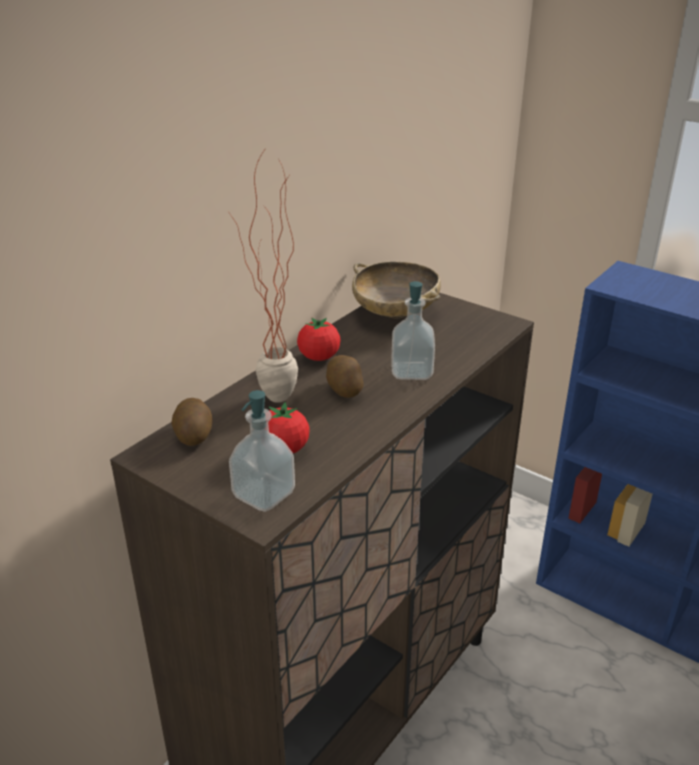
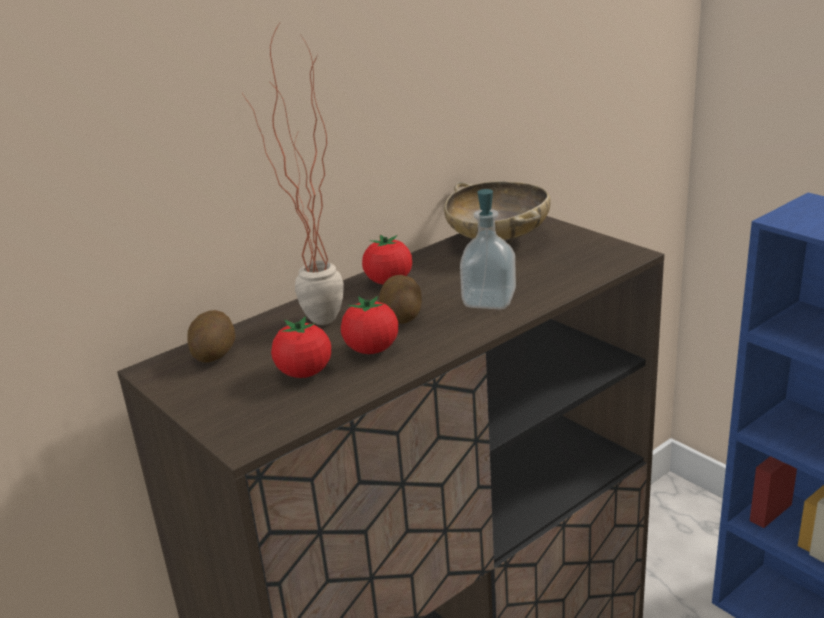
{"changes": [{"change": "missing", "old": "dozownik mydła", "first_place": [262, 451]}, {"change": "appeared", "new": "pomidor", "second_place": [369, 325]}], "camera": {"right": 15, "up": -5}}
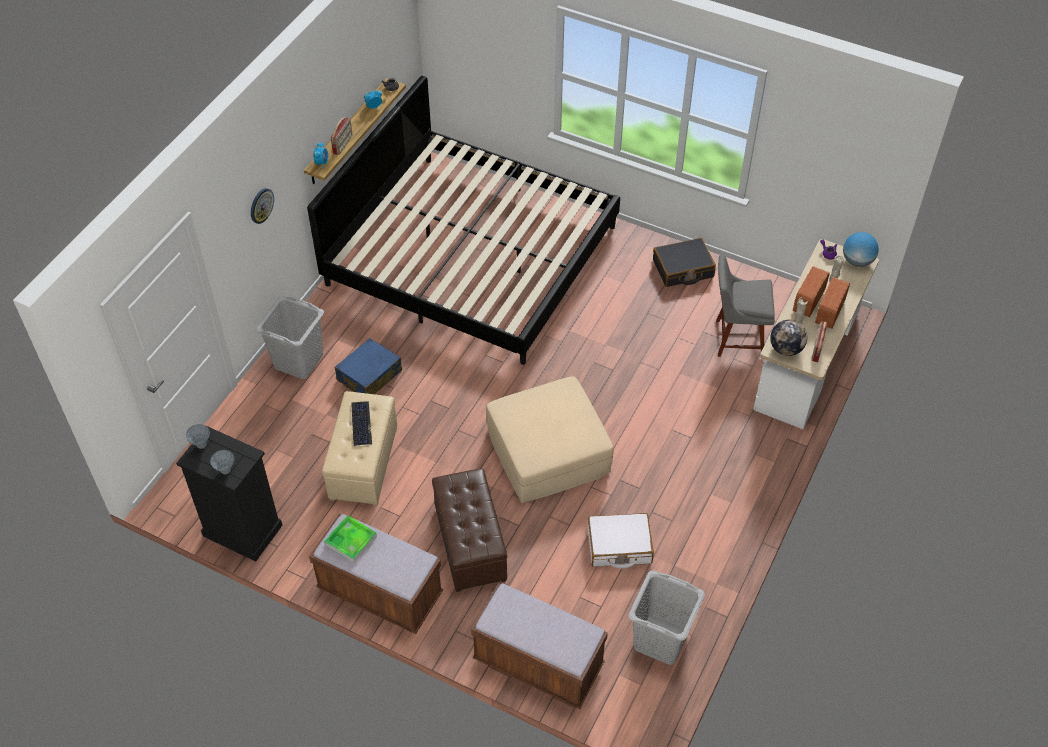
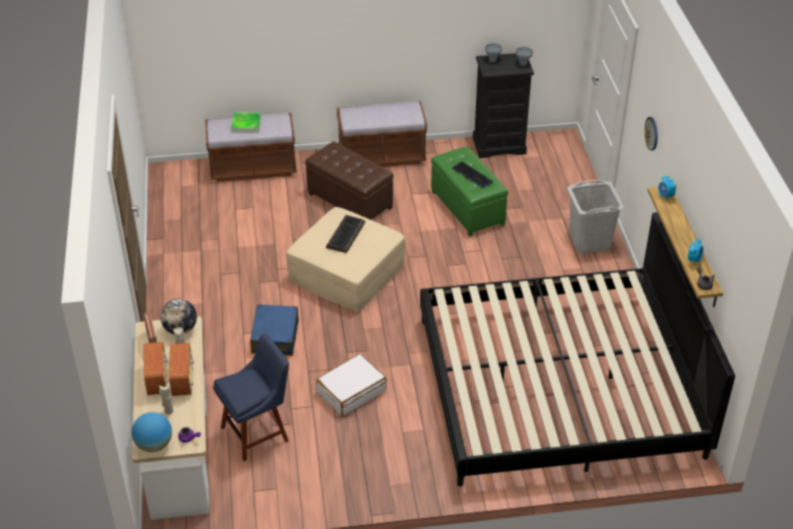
{"changes": [{"change": "missing", "old": "radio", "first_place": [341, 136]}, {"change": "missing", "old": "kosz na pranie/szary", "first_place": [667, 618]}, {"change": "missing", "old": "walizka/czarny", "first_place": [684, 262]}, {"change": "appeared", "new": "klawiatura", "second_place": [345, 234]}, {"change": "relocated", "old": "taca", "first_place": [350, 539], "second_place": [246, 122]}, {"change": "relocated", "old": "walizka/niebieski", "first_place": [368, 366], "second_place": [274, 330]}, {"change": "relocated", "old": "walizka/biały", "first_place": [620, 540], "second_place": [351, 385]}, {"change": "colour", "old": "pufa/beżowy", "new": "pufa/zielony", "first_place": [359, 448], "second_place": [469, 191]}, {"change": "colour", "old": "krzesło/szary", "new": "krzesło/niebieski", "first_place": [745, 307], "second_place": [251, 397]}], "camera": {"right": 145, "up": -10}}
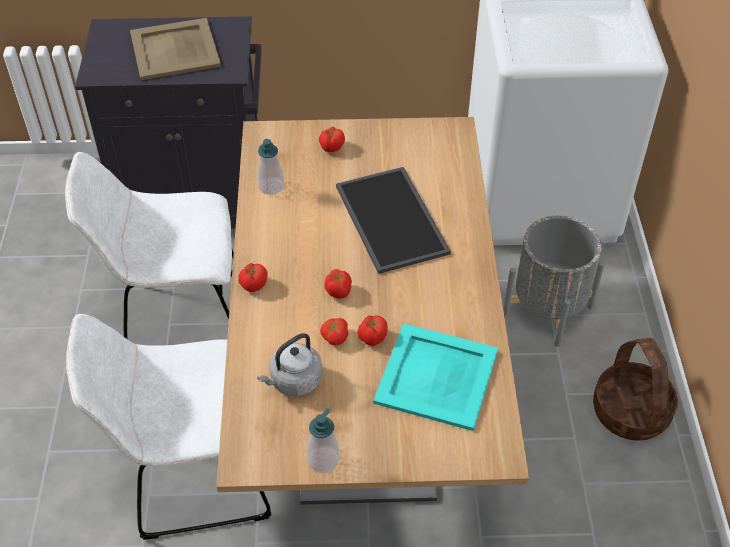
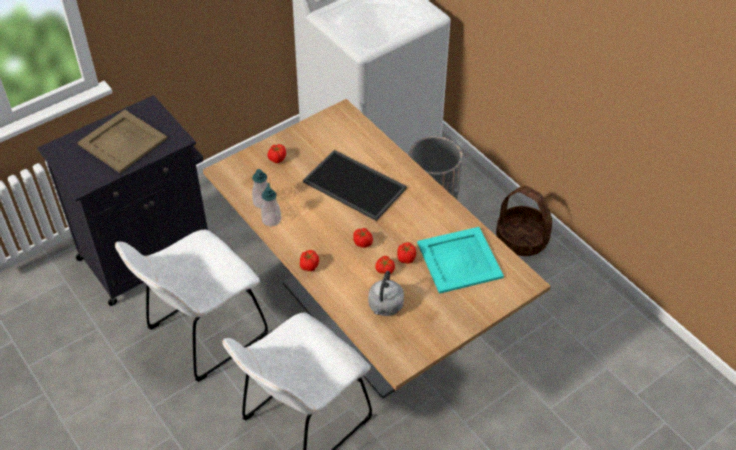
{"changes": [{"change": "relocated", "old": "dozownik mydła", "first_place": [323, 440], "second_place": [271, 204]}], "camera": {"right": -35, "up": 0}}
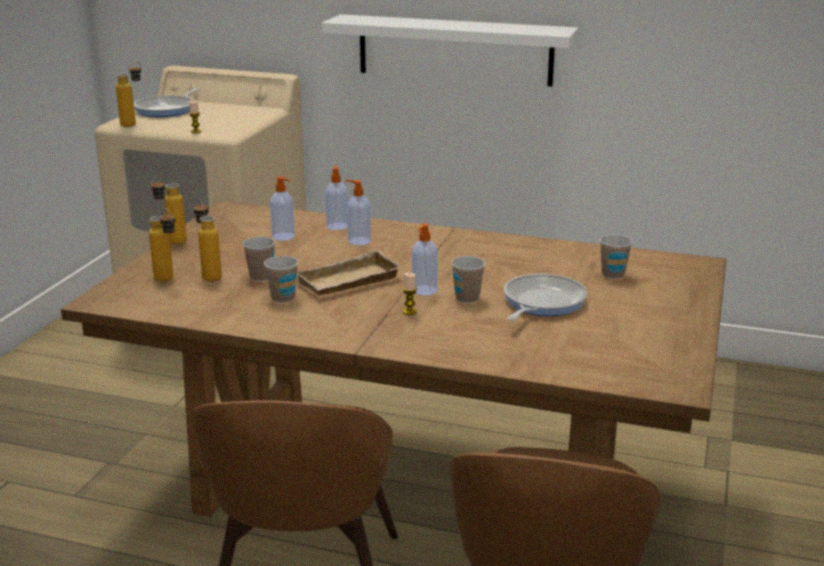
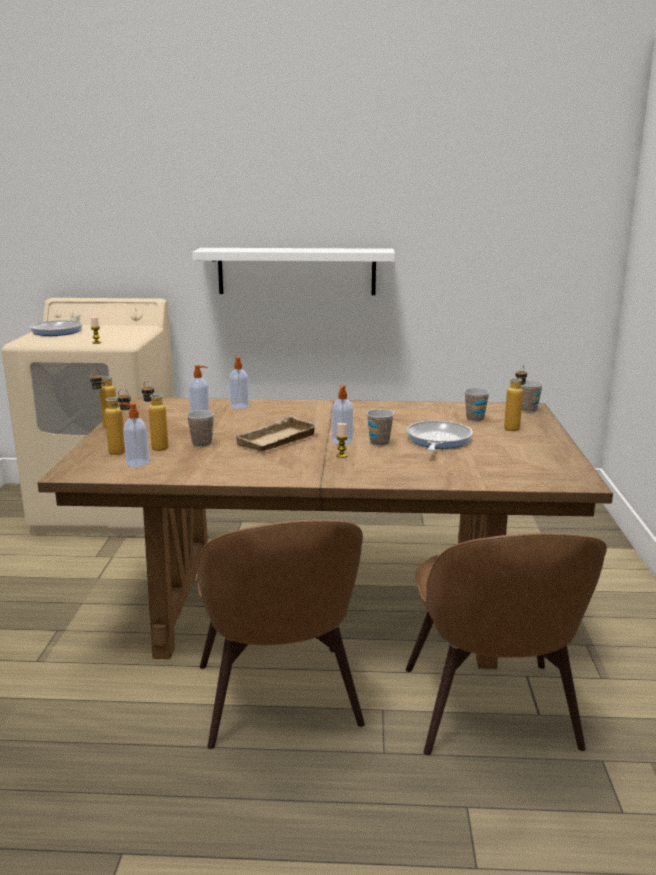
{"changes": [{"change": "relocated", "old": "butelka", "first_place": [128, 94], "second_place": [515, 398]}, {"change": "relocated", "old": "filiżanka", "first_place": [281, 279], "second_place": [532, 396]}, {"change": "relocated", "old": "dozownik mydła", "first_place": [358, 212], "second_place": [134, 435]}], "camera": {"right": -15, "up": -5}}
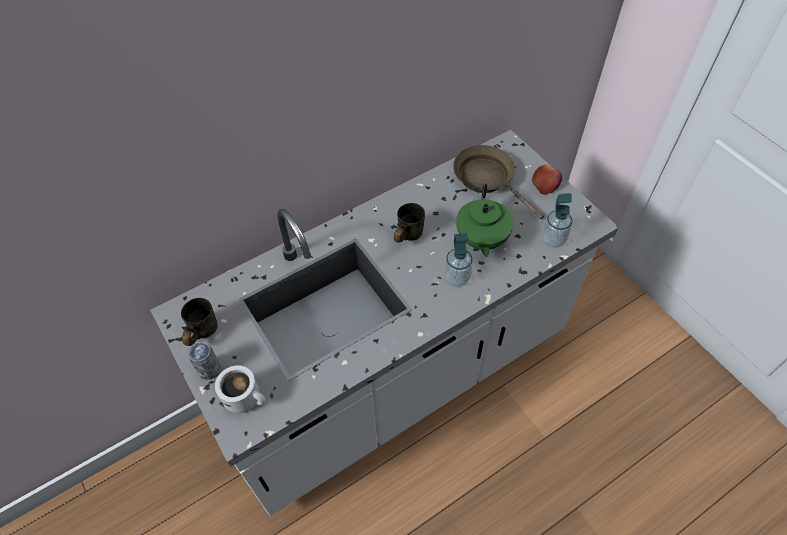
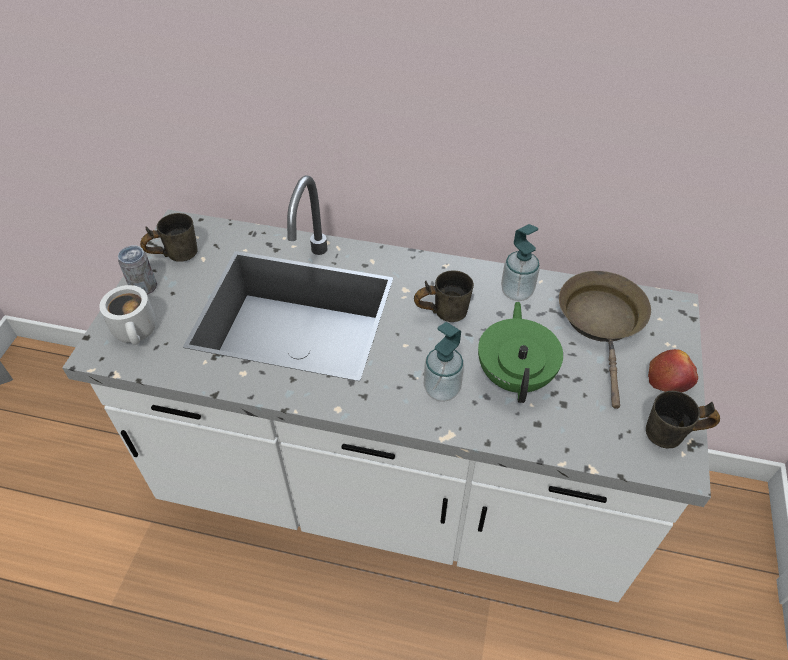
{"changes": [{"change": "appeared", "new": "kubek/szary", "second_place": [683, 419]}, {"change": "relocated", "old": "dozownik mydła", "first_place": [557, 220], "second_place": [520, 262]}, {"change": "spun", "old": "imbryk/zielony", "first_place": [485, 221], "second_place": [520, 352], "degrees": 135}], "camera": {"right": 45, "up": -5}}
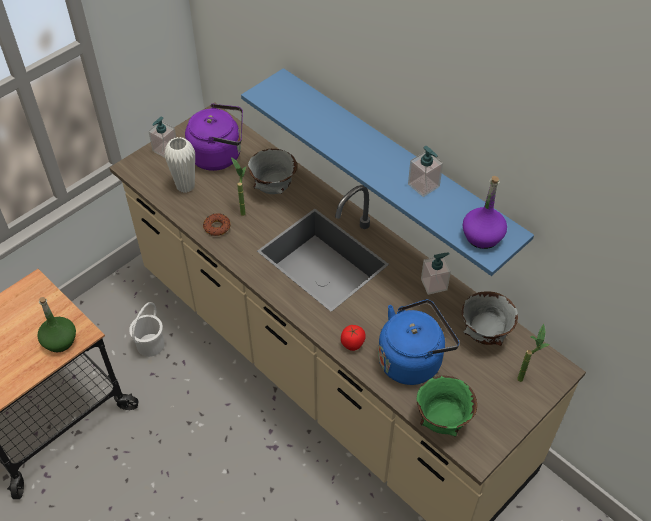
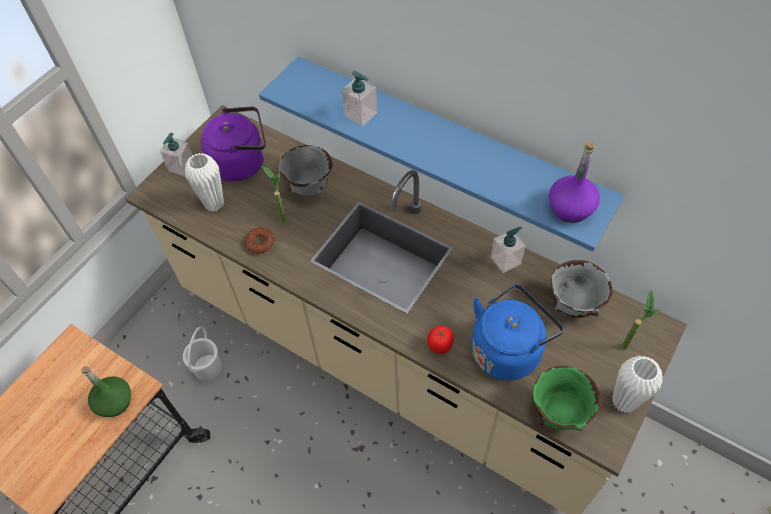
{"changes": [{"change": "appeared", "new": "wazon/biały", "second_place": [637, 384]}, {"change": "relocated", "old": "dozownik mydła", "first_place": [425, 171], "second_place": [359, 99]}], "camera": {"right": -10, "up": 5}}
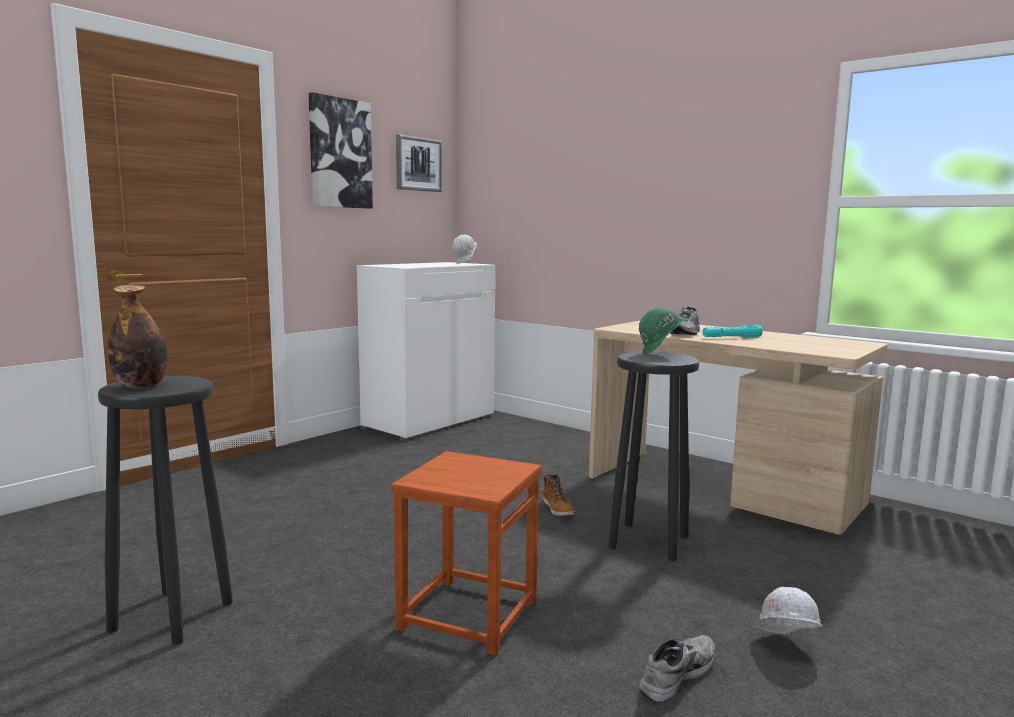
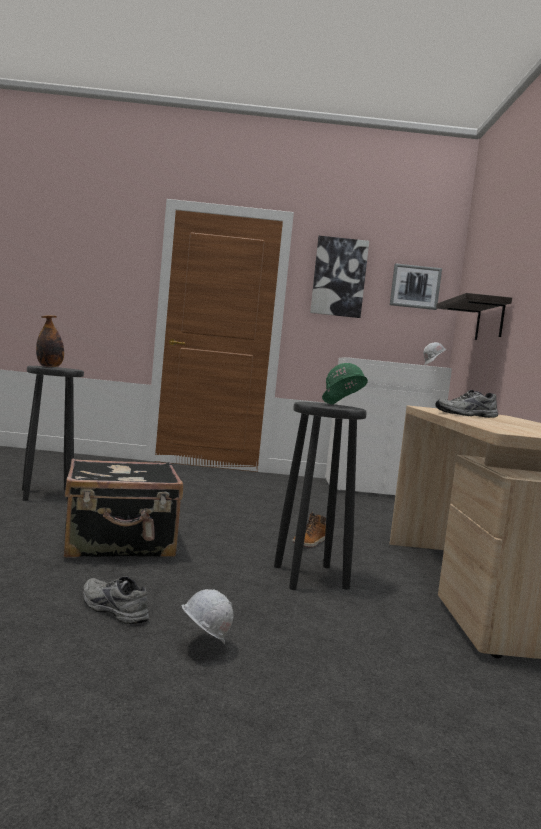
{"changes": [{"change": "missing", "old": "latarka/turkusowy", "first_place": [733, 331]}, {"change": "appeared", "new": "półka", "second_place": [474, 316]}, {"change": "exchanged", "old": "stołek/brązowy", "new": "walizka/czarny", "first_place": [466, 553], "second_place": [123, 508]}, {"change": "spun", "old": "but/szary", "first_place": [677, 669], "second_place": [116, 600], "degrees": -150}], "camera": {"right": 50, "up": -5}}
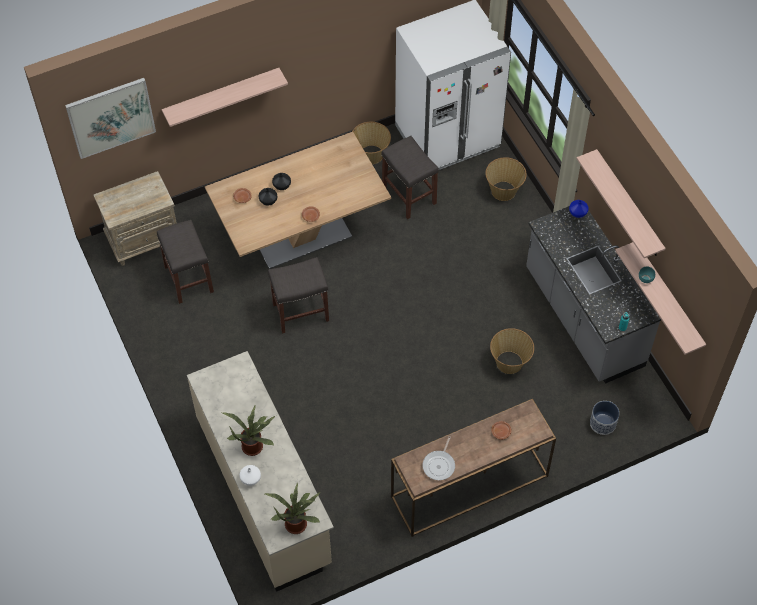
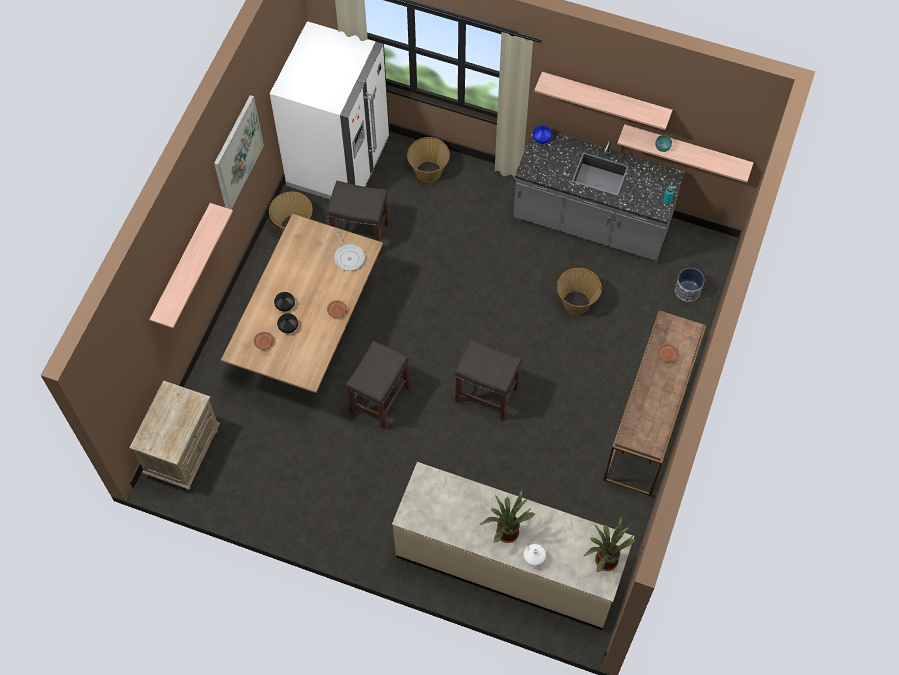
{"changes": [{"change": "relocated", "old": "obraz", "first_place": [110, 118], "second_place": [239, 152]}, {"change": "relocated", "old": "stołek/szary", "first_place": [185, 262], "second_place": [488, 379]}, {"change": "relocated", "old": "patelnia", "first_place": [438, 458], "second_place": [349, 251]}], "camera": {"right": -45, "up": 5}}
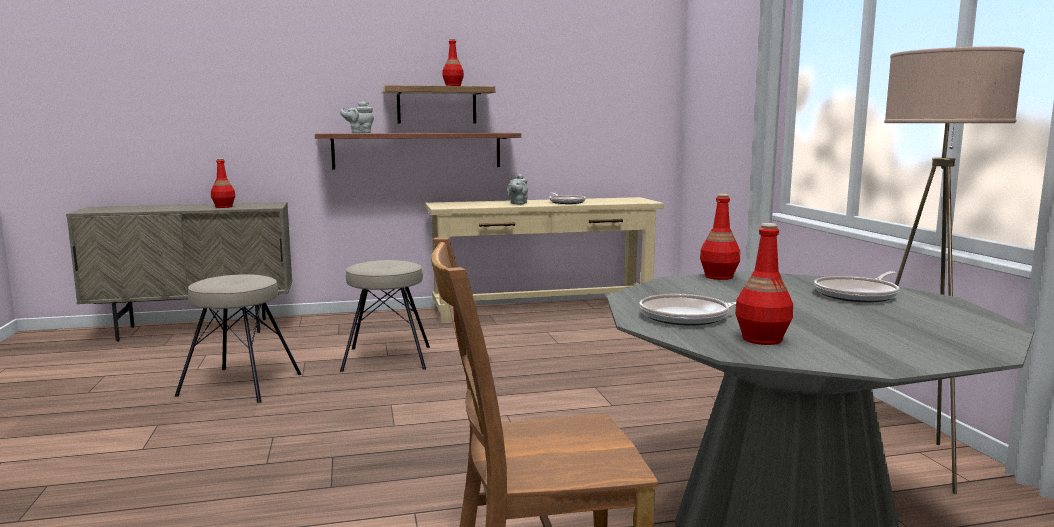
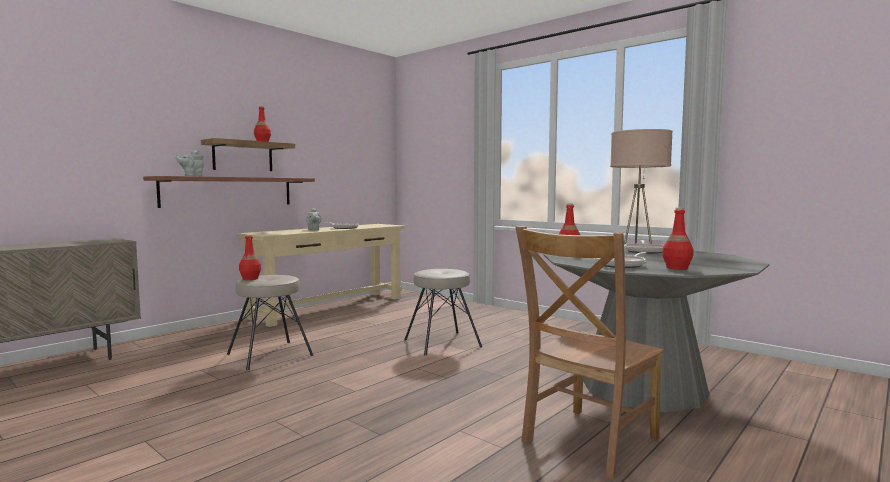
{"changes": [{"change": "relocated", "old": "stołek/beżowy", "first_place": [238, 338], "second_place": [443, 312]}, {"change": "relocated", "old": "butelka/czerwony", "first_place": [223, 183], "second_place": [250, 257]}], "camera": {"right": -35, "up": -5}}
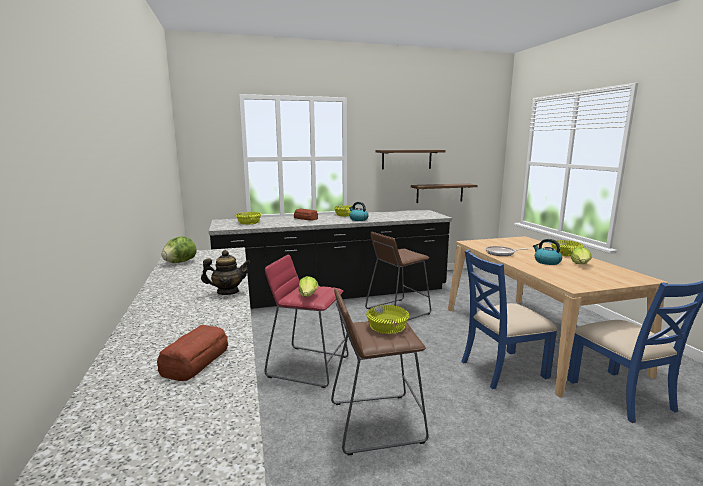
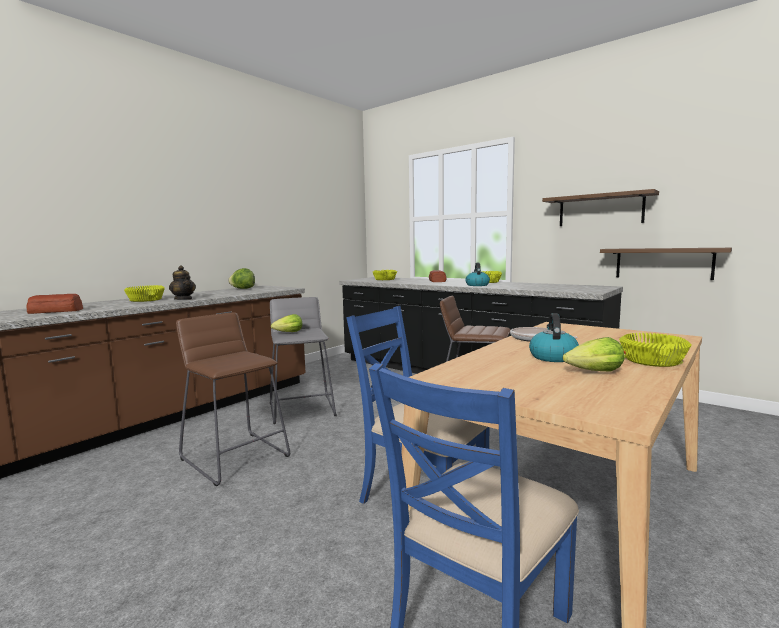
{"changes": [{"change": "relocated", "old": "miska/żółty", "first_place": [388, 319], "second_place": [144, 293]}, {"change": "colour", "old": "stołek/czerwony", "new": "stołek/szary", "first_place": [306, 321], "second_place": [303, 360]}], "camera": {"right": 55, "up": -5}}
